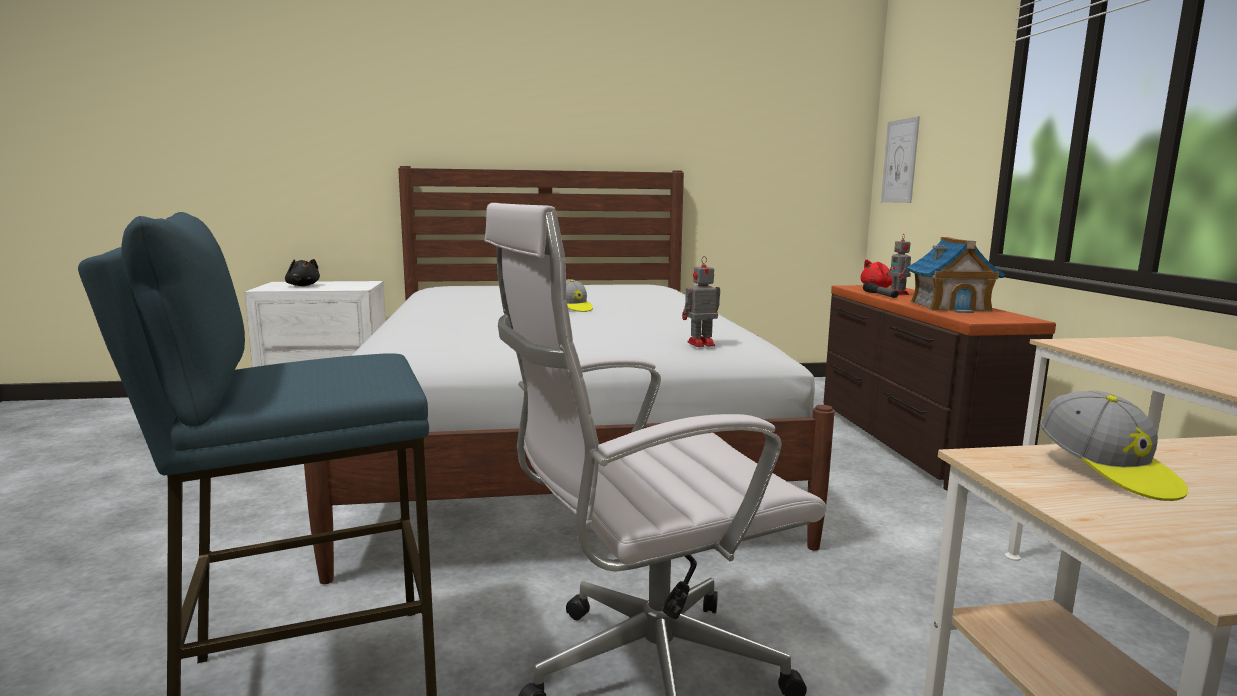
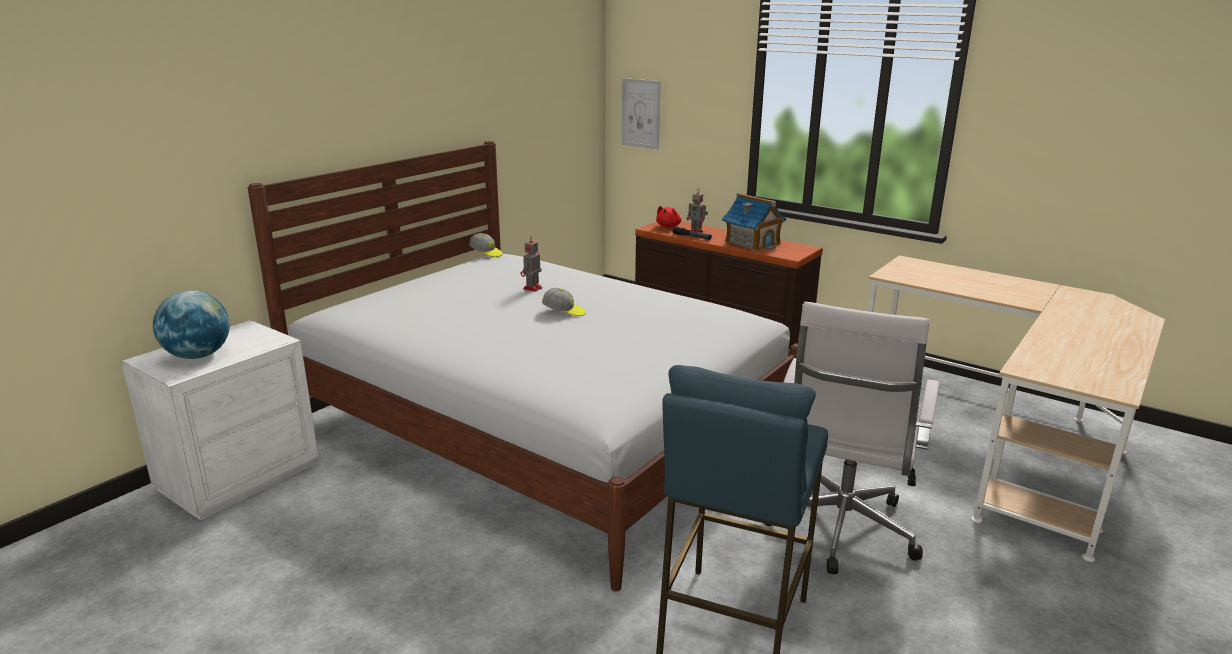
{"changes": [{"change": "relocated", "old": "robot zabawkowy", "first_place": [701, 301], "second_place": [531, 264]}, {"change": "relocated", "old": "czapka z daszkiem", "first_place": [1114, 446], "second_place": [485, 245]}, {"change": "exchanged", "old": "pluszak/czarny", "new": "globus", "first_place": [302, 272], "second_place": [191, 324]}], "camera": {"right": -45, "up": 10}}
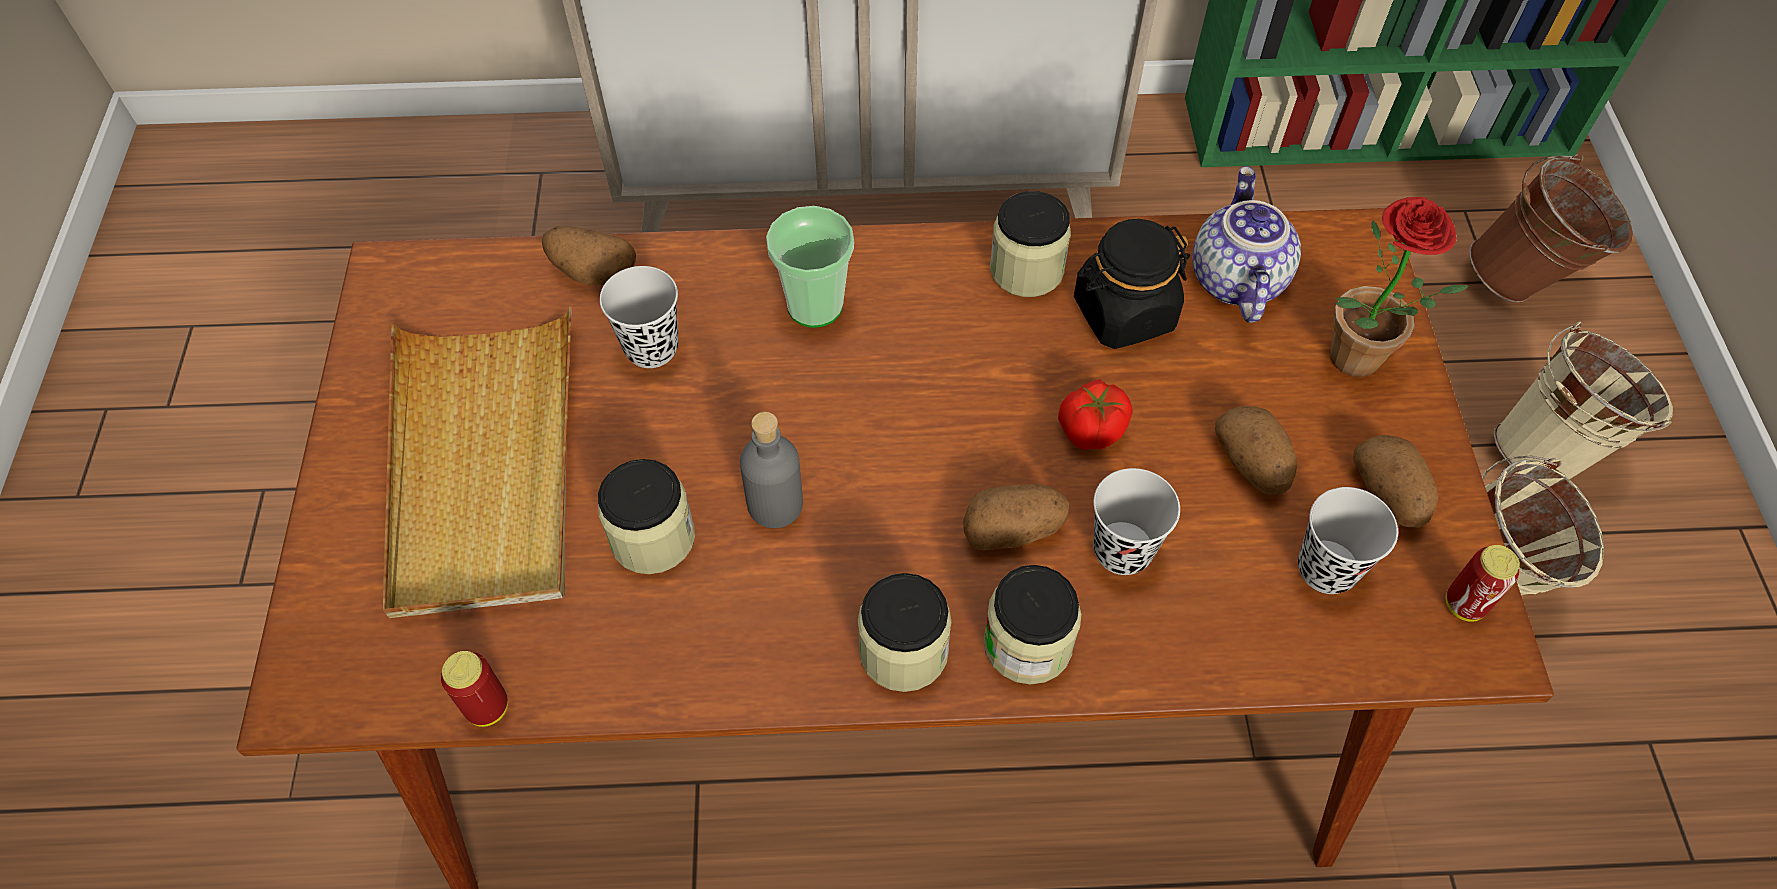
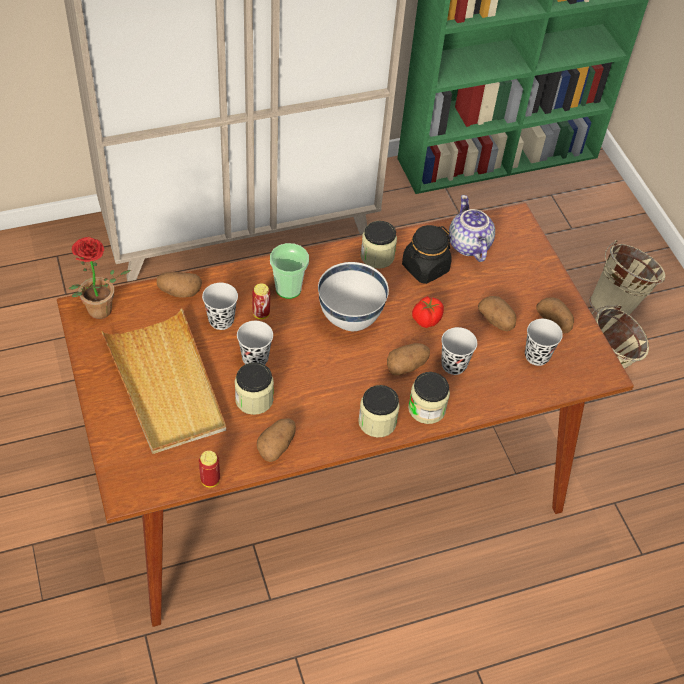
{"changes": [{"change": "missing", "old": "butelka/szary", "first_place": [771, 470]}, {"change": "missing", "old": "wiadro/brązowy", "first_place": [1551, 228]}, {"change": "appeared", "new": "filiżanka/czarny", "second_place": [255, 343]}, {"change": "appeared", "new": "ziemniak", "second_place": [276, 440]}, {"change": "appeared", "new": "miska/biały", "second_place": [353, 296]}, {"change": "relocated", "old": "roślina doniczkowa", "first_place": [1399, 287], "second_place": [100, 278]}, {"change": "relocated", "old": "puszka", "first_place": [1483, 583], "second_place": [261, 301]}], "camera": {"right": -20, "up": -5}}
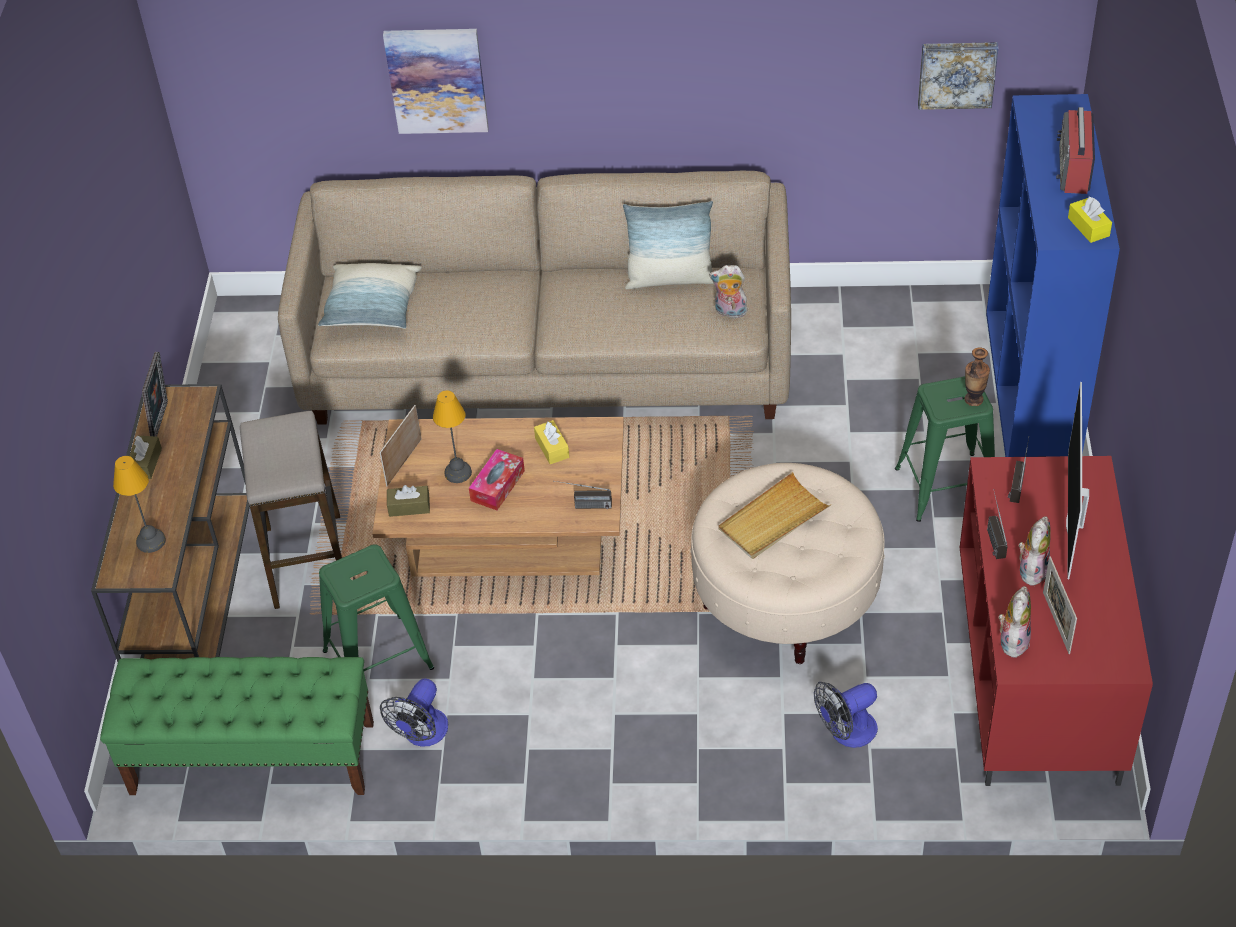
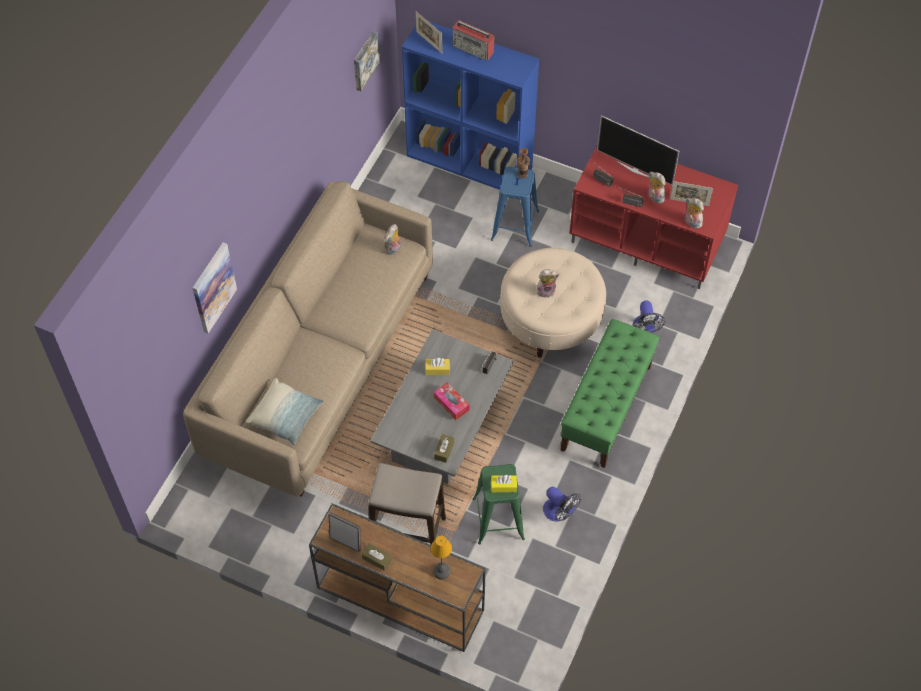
{"changes": [{"change": "missing", "old": "lampa stołowa", "first_place": [452, 436]}, {"change": "missing", "old": "poduszka", "first_place": [668, 245]}, {"change": "relocated", "old": "ławka/zielony", "first_place": [237, 726], "second_place": [610, 393]}, {"change": "relocated", "old": "ramka na zdjęcie", "first_place": [401, 445], "second_place": [429, 32]}, {"change": "relocated", "old": "pudełko chusteczek/żółty", "first_place": [1090, 220], "second_place": [504, 483]}, {"change": "exchanged", "old": "taca/beżowy", "new": "pluszak", "first_place": [774, 515], "second_place": [548, 283]}, {"change": "colour", "old": "ława/brązowy", "new": "ława/szary", "first_place": [498, 497], "second_place": [442, 406]}, {"change": "colour", "old": "stołek/zielony", "new": "stołek/niebieski", "first_place": [945, 449], "second_place": [515, 207]}], "camera": {"right": -70, "up": 10}}
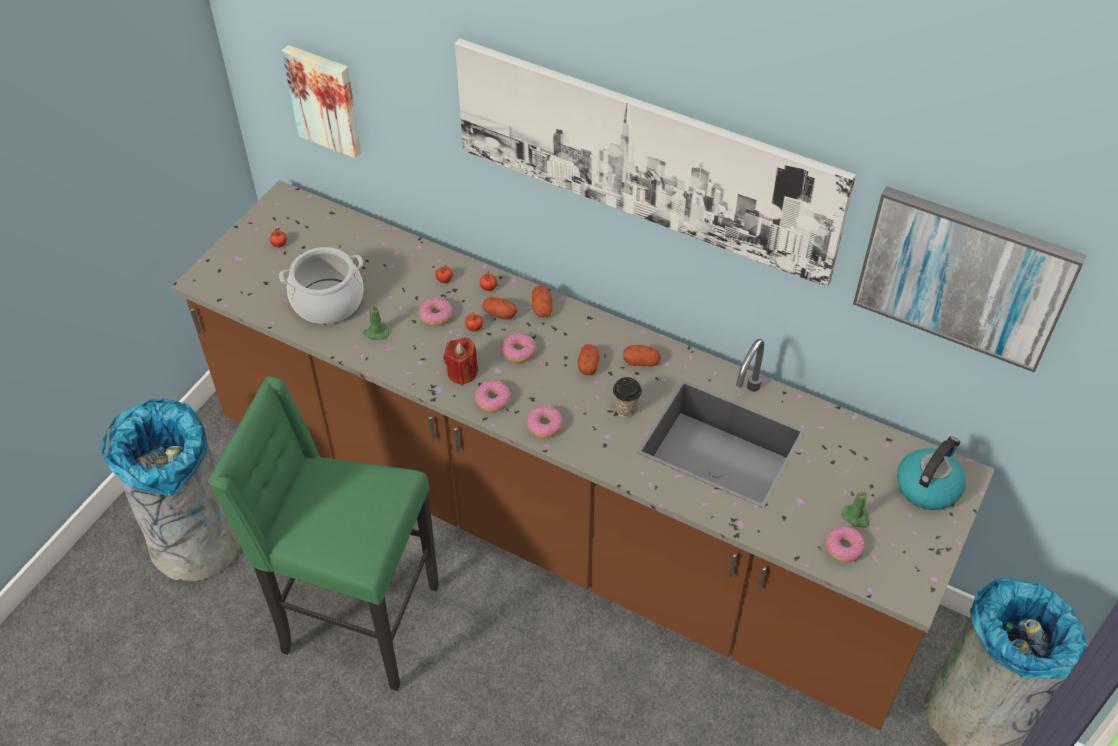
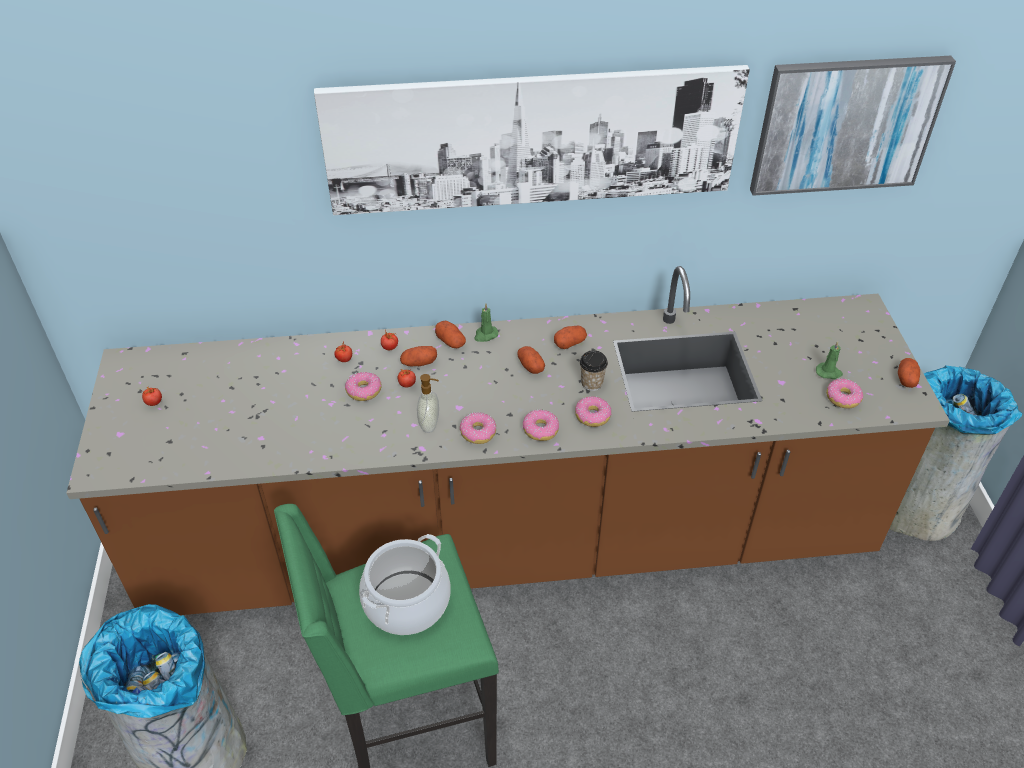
{"changes": [{"change": "missing", "old": "obraz", "first_place": [321, 101]}, {"change": "missing", "old": "czajnik", "first_place": [931, 473]}, {"change": "appeared", "new": "ziemniak", "second_place": [909, 373]}, {"change": "relocated", "old": "garnek", "first_place": [321, 285], "second_place": [404, 584]}, {"change": "relocated", "old": "świeca/zielony", "first_place": [376, 322], "second_place": [486, 322]}, {"change": "relocated", "old": "donut", "first_place": [518, 348], "second_place": [593, 411]}, {"change": "exchanged", "old": "świeca/czerwony", "new": "dozownik mydła", "first_place": [460, 361], "second_place": [428, 403]}], "camera": {"right": -35, "up": -5}}
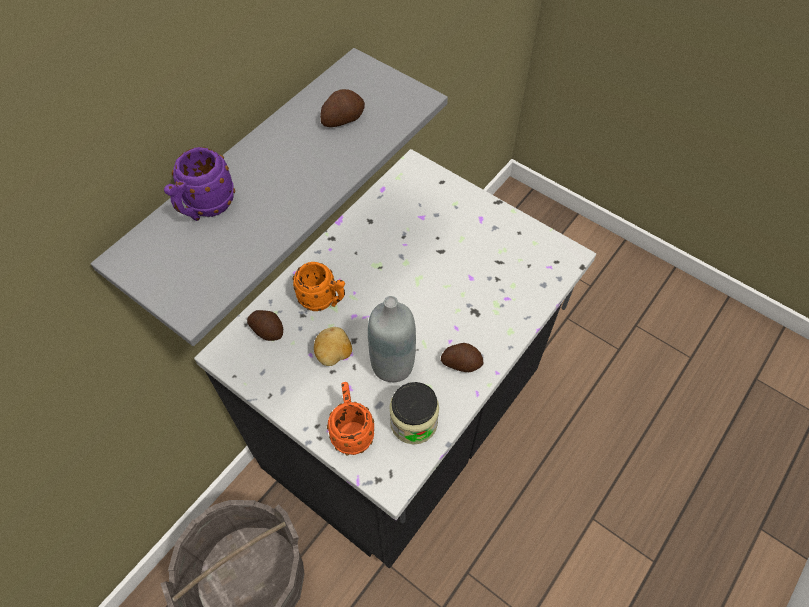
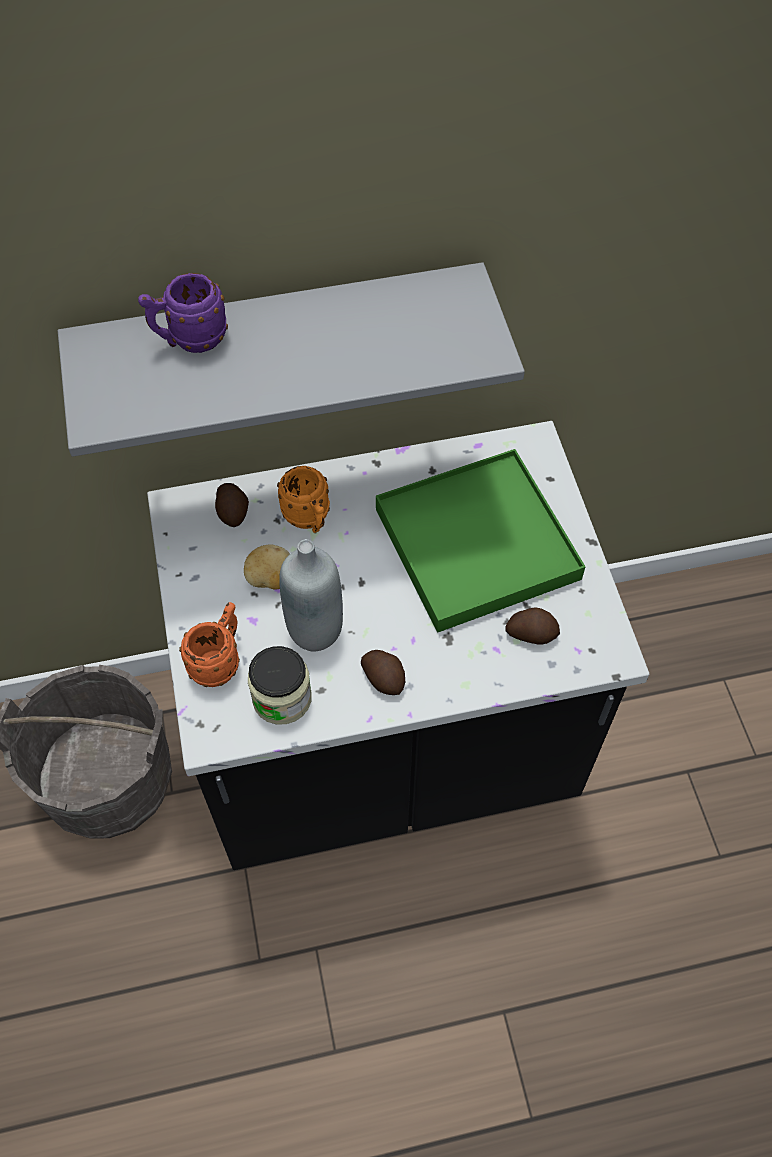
{"changes": [{"change": "appeared", "new": "taca/zielony", "second_place": [480, 541]}, {"change": "relocated", "old": "ziemniak", "first_place": [342, 108], "second_place": [533, 626]}], "camera": {"right": 40, "up": 0}}
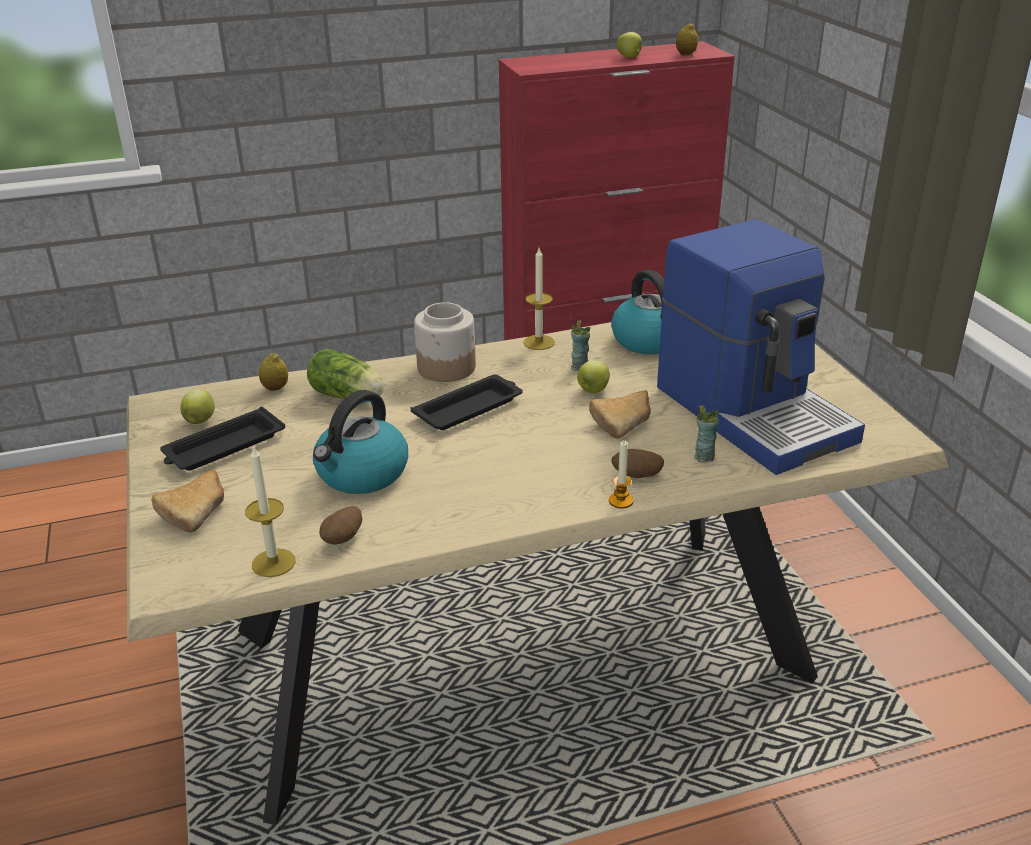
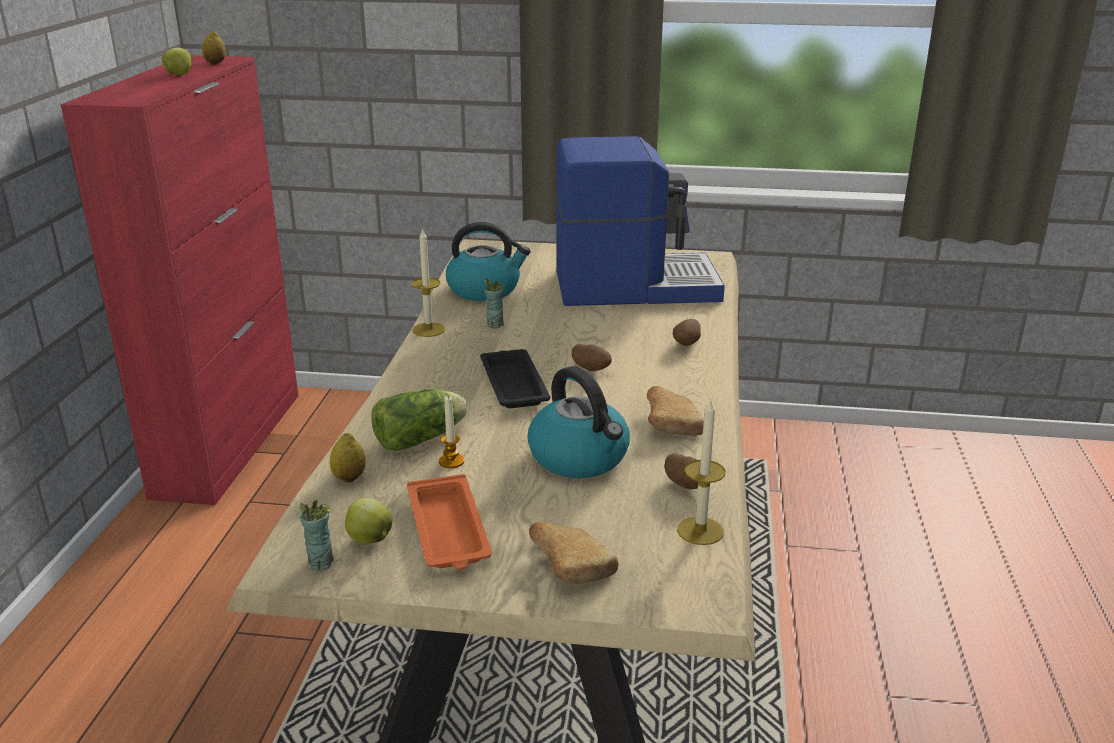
{"changes": [{"change": "missing", "old": "słoik", "first_place": [445, 342]}, {"change": "missing", "old": "jabłko", "first_place": [593, 376]}, {"change": "appeared", "new": "ziemniak", "second_place": [592, 358]}, {"change": "relocated", "old": "chleb", "first_place": [620, 414], "second_place": [675, 411]}, {"change": "relocated", "old": "świeca", "first_place": [621, 474], "second_place": [451, 432]}, {"change": "relocated", "old": "filiżanka", "first_place": [706, 434], "second_place": [316, 535]}, {"change": "colour", "old": "taca/czarny", "new": "taca/pomarańczowy", "first_place": [222, 439], "second_place": [449, 521]}], "camera": {"right": -65, "up": -5}}
